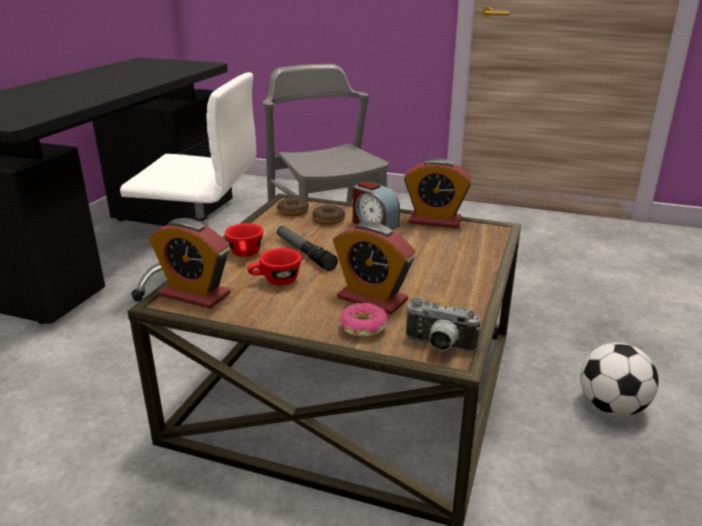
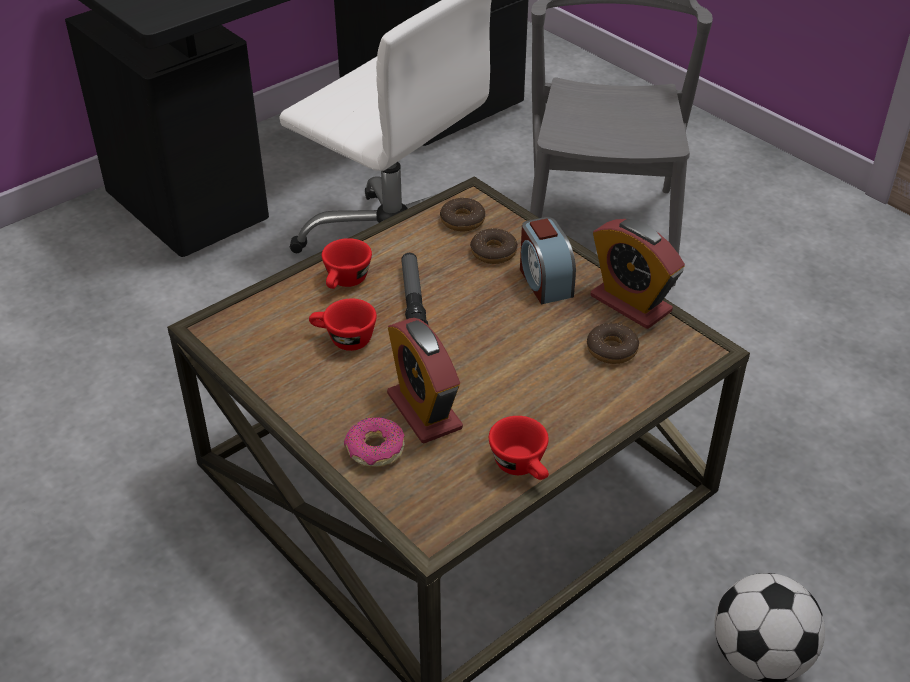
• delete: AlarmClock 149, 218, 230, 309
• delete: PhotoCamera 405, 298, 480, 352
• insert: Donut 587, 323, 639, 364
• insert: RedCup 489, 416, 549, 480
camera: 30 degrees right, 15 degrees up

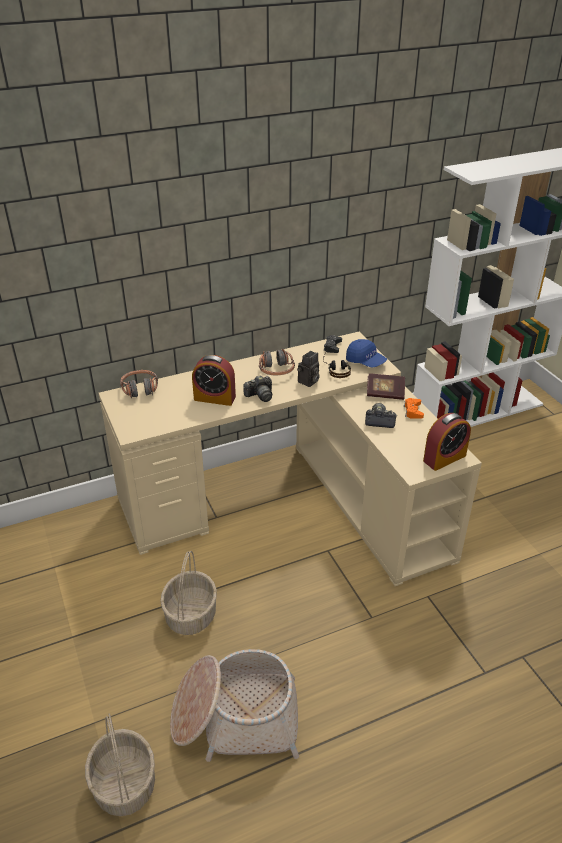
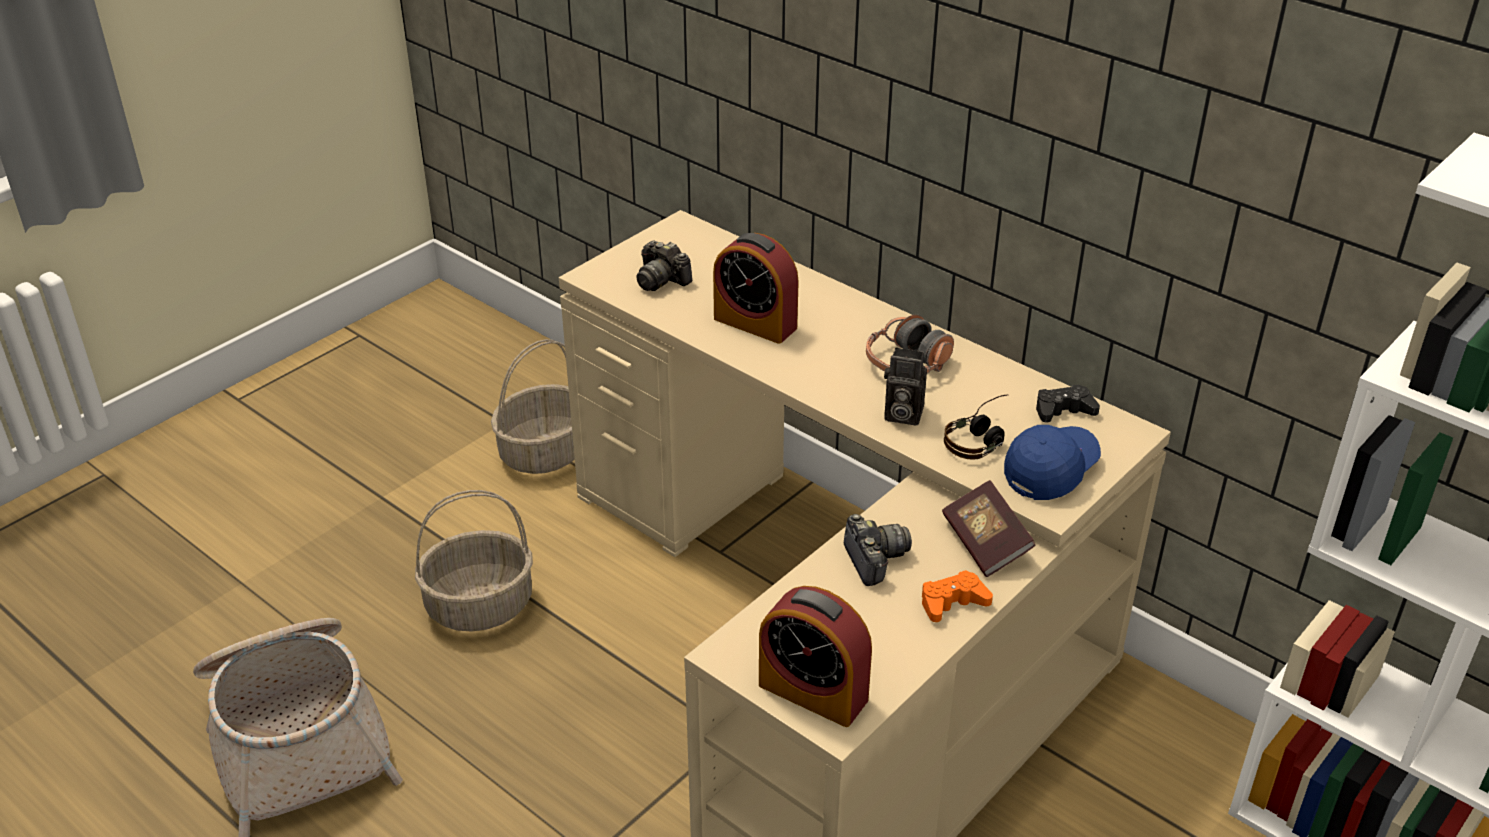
• rotate: BlueCap 346, 339, 387, 368 = 1004, 425, 1101, 500 150 degrees counterclockwise
• rotate: AlarmClock 192, 355, 236, 406 = 713, 233, 799, 344 45 degrees counterclockwise
• delete: Headphones 120, 370, 158, 398
• move: PhotoCamera 243, 375, 272, 402 to 637, 240, 692, 291
• move: Basket 85, 713, 155, 816 to 491, 339, 575, 474
camera: 65 degrees right, 0 degrees up

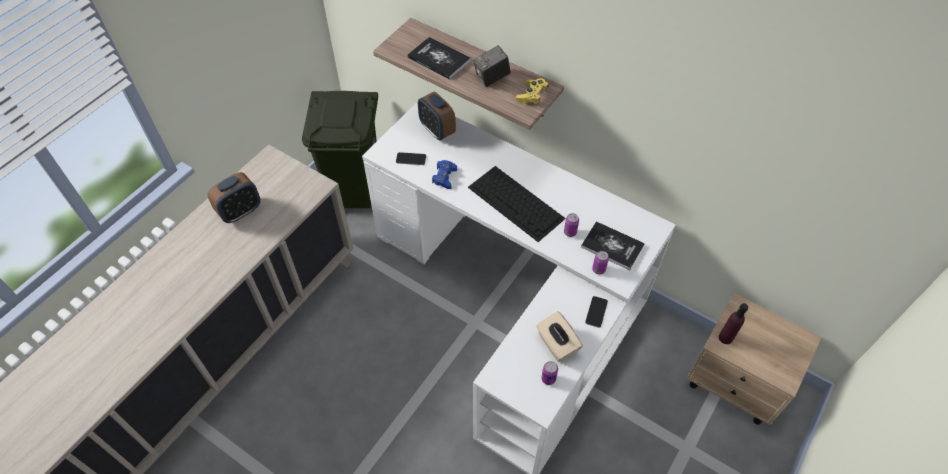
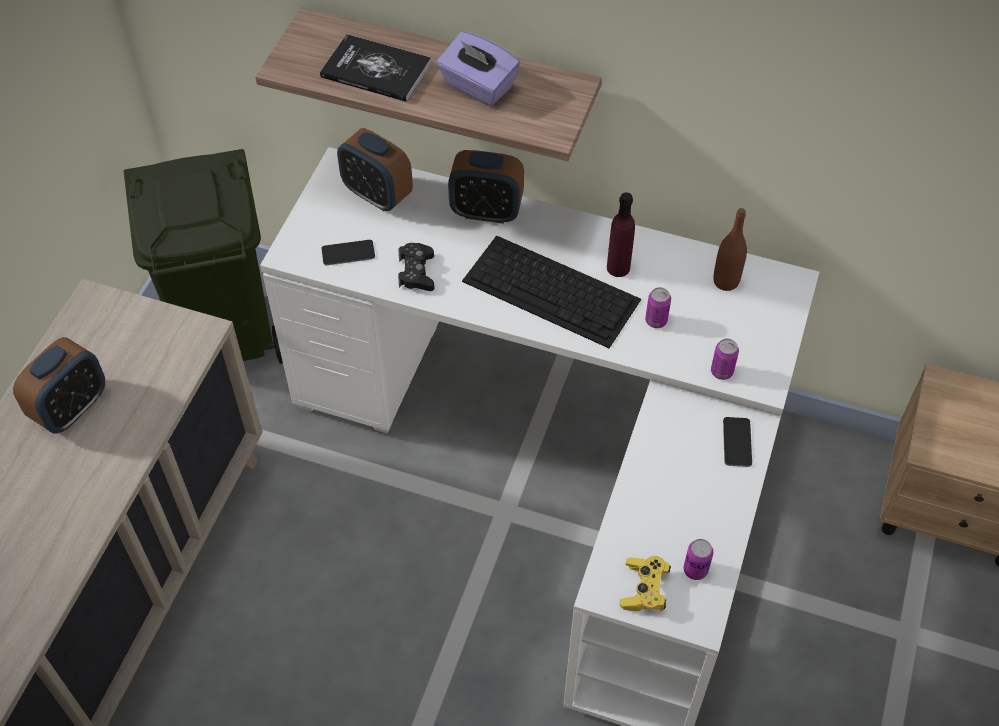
• replace: PhotoCamera 474, 45, 511, 87 to PurpleTissueBox 437, 32, 520, 106
• move: YellowGameController 516, 78, 549, 105 to 620, 556, 671, 611
• recolor: BlueGameController 432, 160, 457, 189 to BlackGameController 398, 243, 434, 291
• delete: Book 581, 221, 645, 270
• move: PurpleBottle 719, 303, 748, 344 to 607, 192, 635, 277
• delete: BeigeTissueBox 536, 311, 583, 362
• insert: AlarmClock 448, 150, 524, 224
• insert: BrownBottle 713, 208, 747, 291
camera: 15 degrees left, 0 degrees up

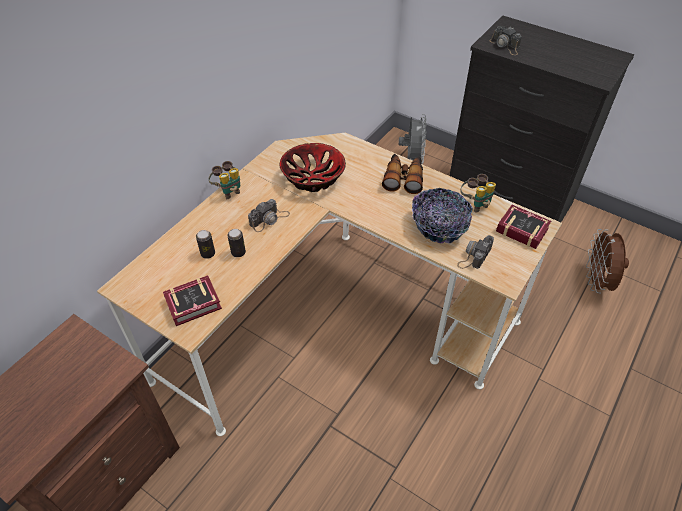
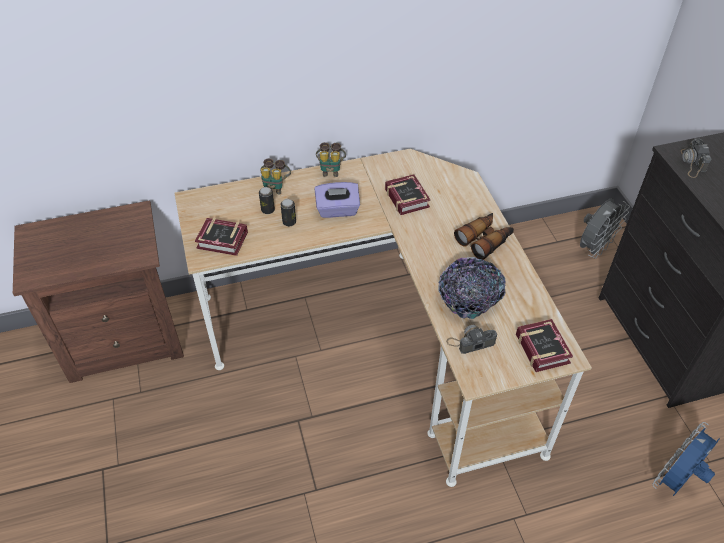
• replace: Bowl 280, 143, 346, 192 to Book 385, 174, 430, 215
• move: Binoculars 461, 174, 496, 213 to 260, 158, 291, 195
• replace: PhotoCamera 248, 199, 290, 232 to PurpleTissueBox 315, 182, 360, 218
• recolor: BrownFan 586, 229, 629, 293 to BlueFan 652, 422, 720, 496
camera: 40 degrees right, 0 degrees up

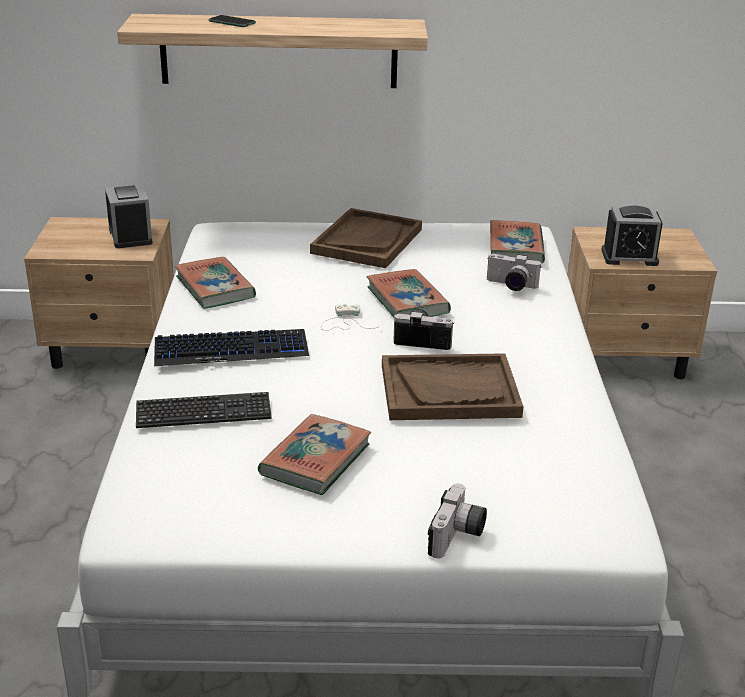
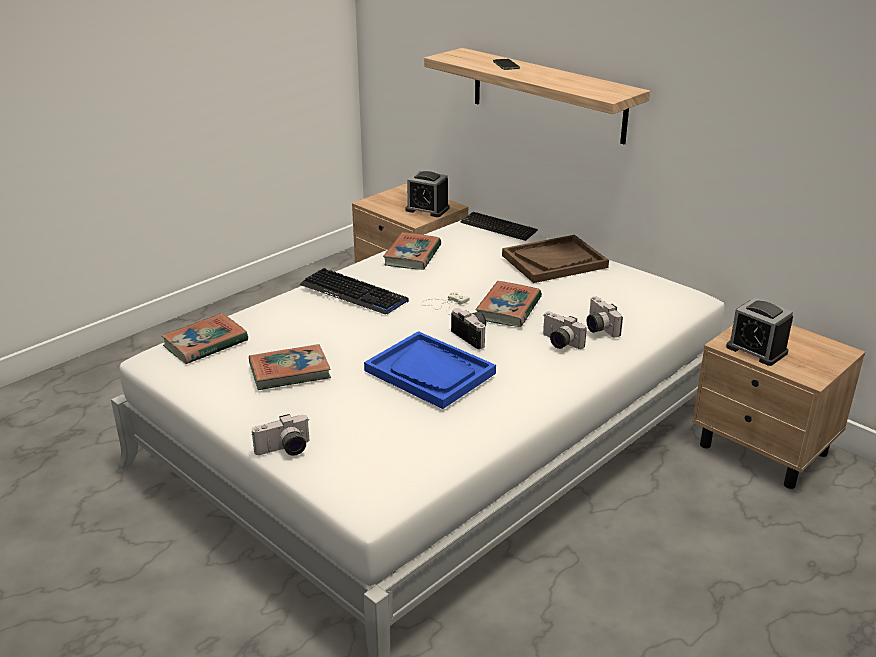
• rotate: AlarmClock 105, 184, 153, 248 = 405, 171, 450, 217 90 degrees clockwise
• move: Book 490, 220, 545, 263 to 161, 313, 248, 364
• recolor: BrownTray 382, 353, 523, 420 to BlueTray 364, 331, 496, 409
• move: Keyboard 136, 392, 272, 428 to 460, 212, 538, 241
• insert: PhotoCamera 543, 312, 587, 349
camera: 45 degrees right, 0 degrees up

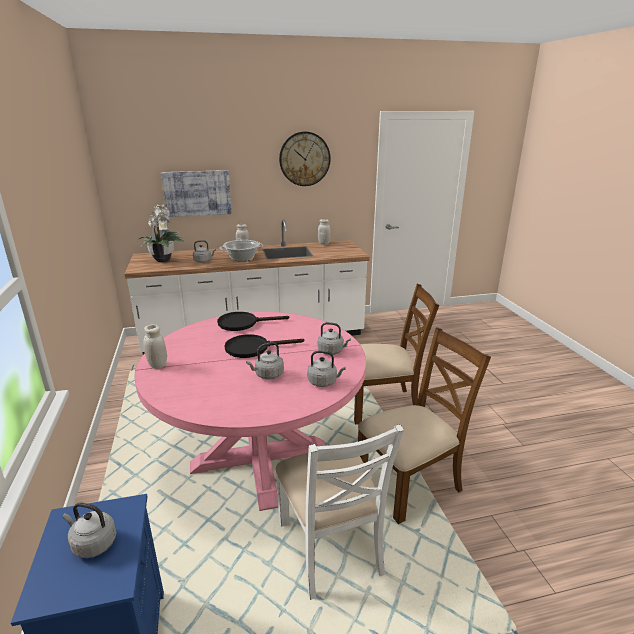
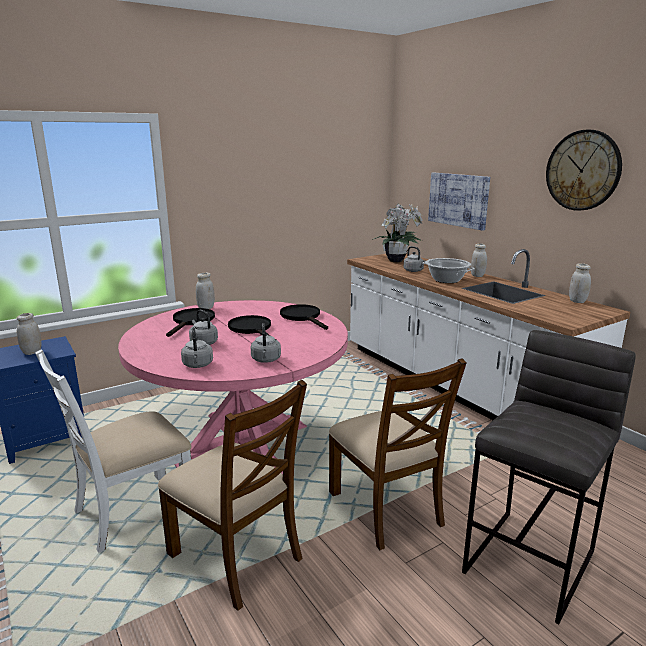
• replace: GreyKettle 63, 502, 116, 558 to WhiteJar 17, 313, 41, 355
• insert: BlackFryingPan 166, 308, 215, 337
• insert: GreyStool 462, 330, 636, 624
camera: 70 degrees right, 5 degrees down

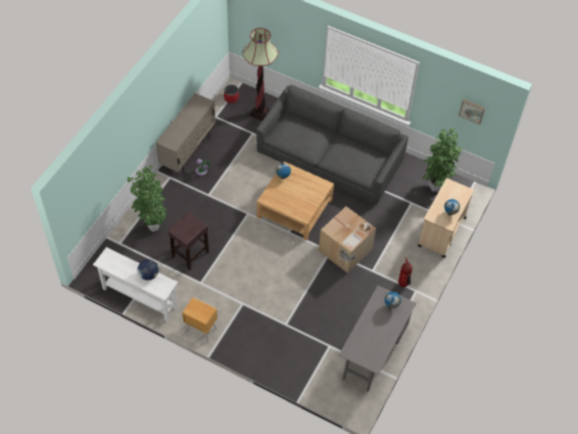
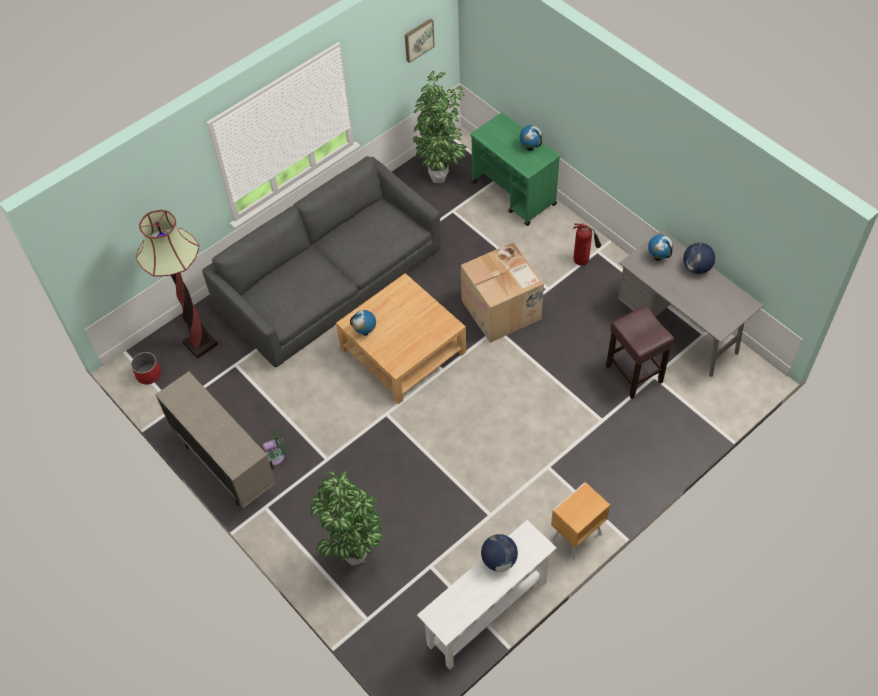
• recolor: BeigeCart 418, 178, 474, 258 to GreenCart 470, 112, 560, 226
• move: BrownStool 168, 212, 209, 271 to 606, 305, 674, 399
• insert: Globe 683, 242, 715, 274
camera: 65 degrees left, 0 degrees up

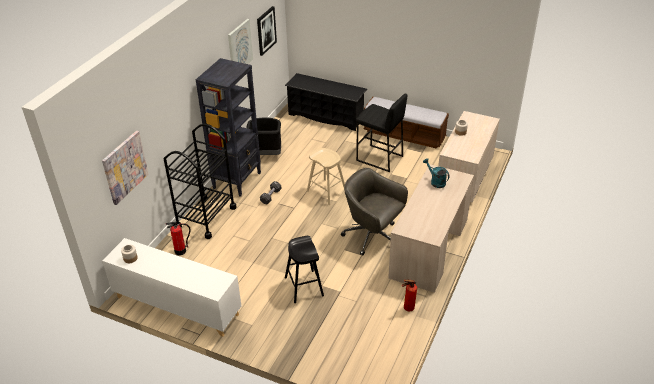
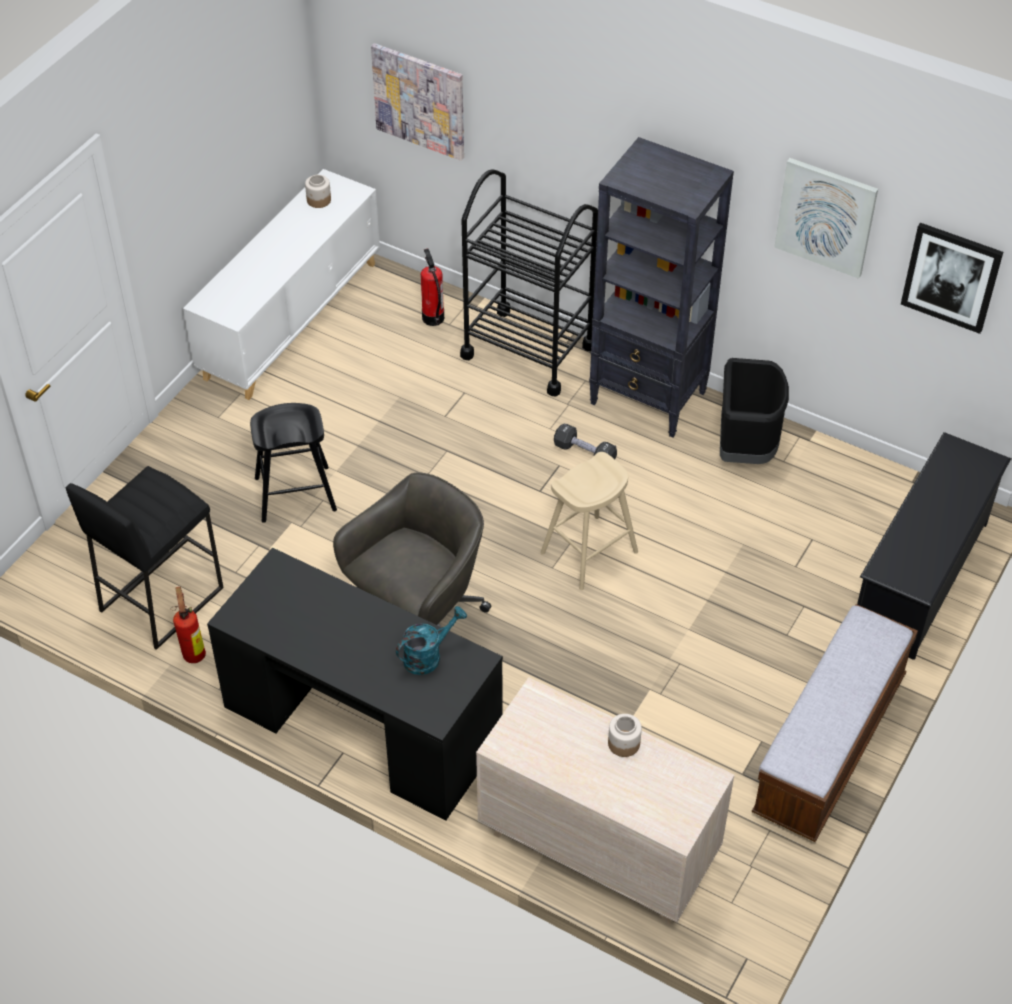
• move: BlackStool 356, 94, 408, 172 to 66, 466, 223, 650
• recolor: BeigeDesk 388, 164, 474, 293 to BlackDesk 207, 547, 503, 821
camera: 95 degrees right, 10 degrees up

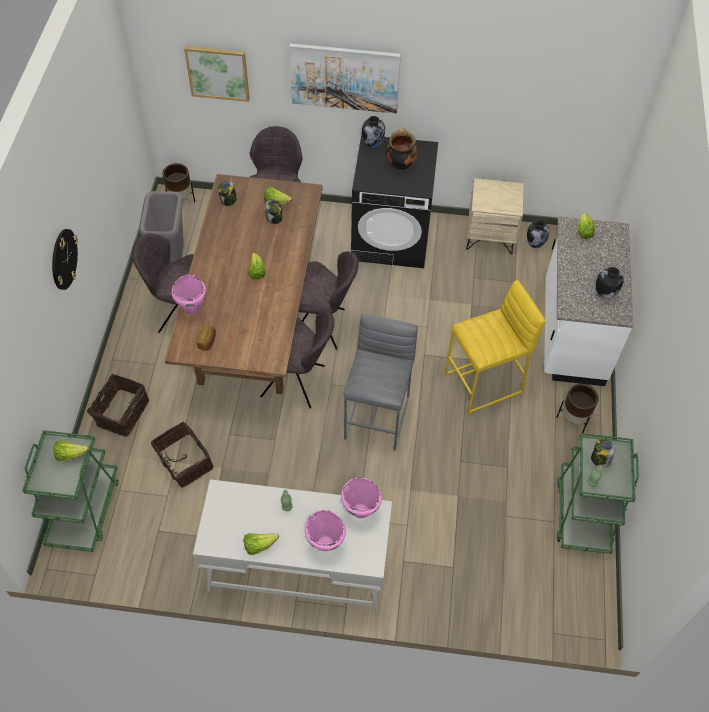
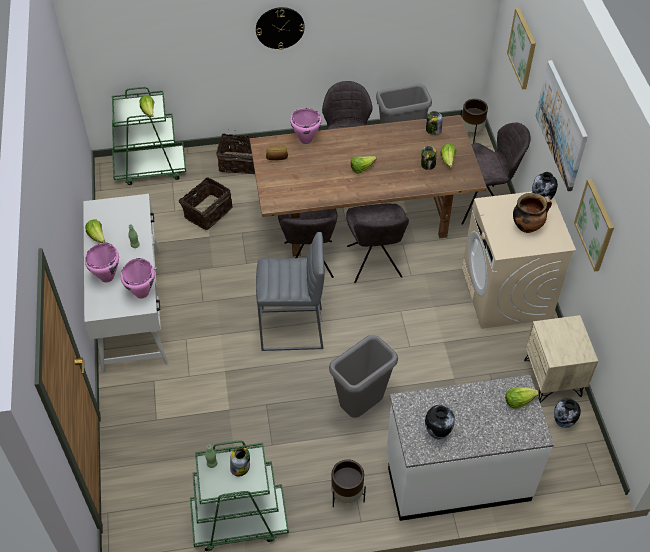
• recolor: BlackWashingMachine 351, 135, 438, 268 to BeigeWashingMachine 462, 192, 576, 329
• replace: YellowStool 445, 280, 545, 414 to GreyTrashCan 329, 335, 398, 418
• insert: Picture 574, 179, 614, 272
camera: 75 degrees right, 5 degrees down

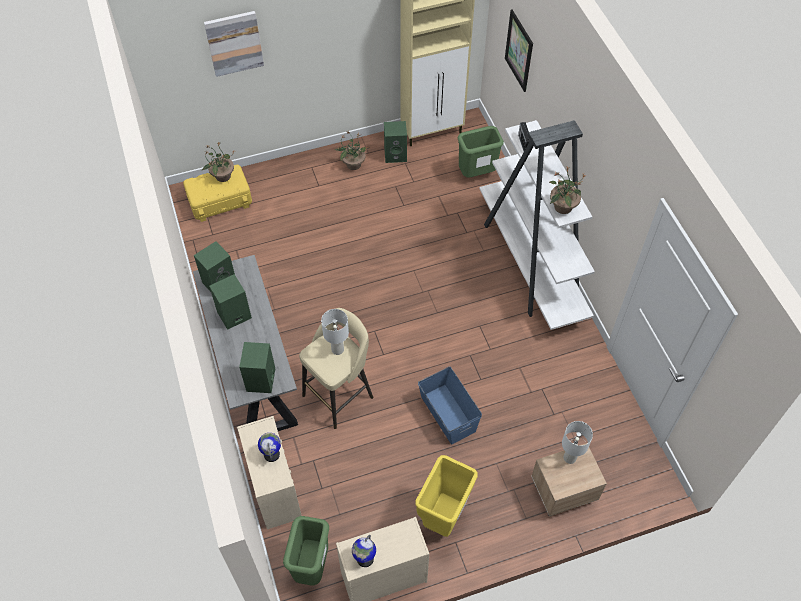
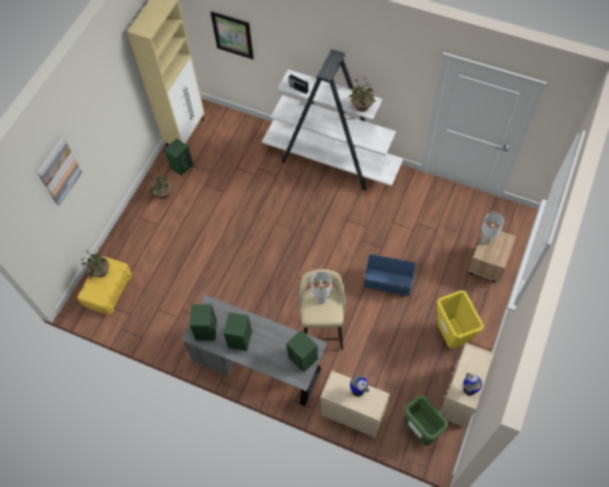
• delete: GreenTrashCan 458, 126, 504, 178
camera: 45 degrees left, 5 degrees up

